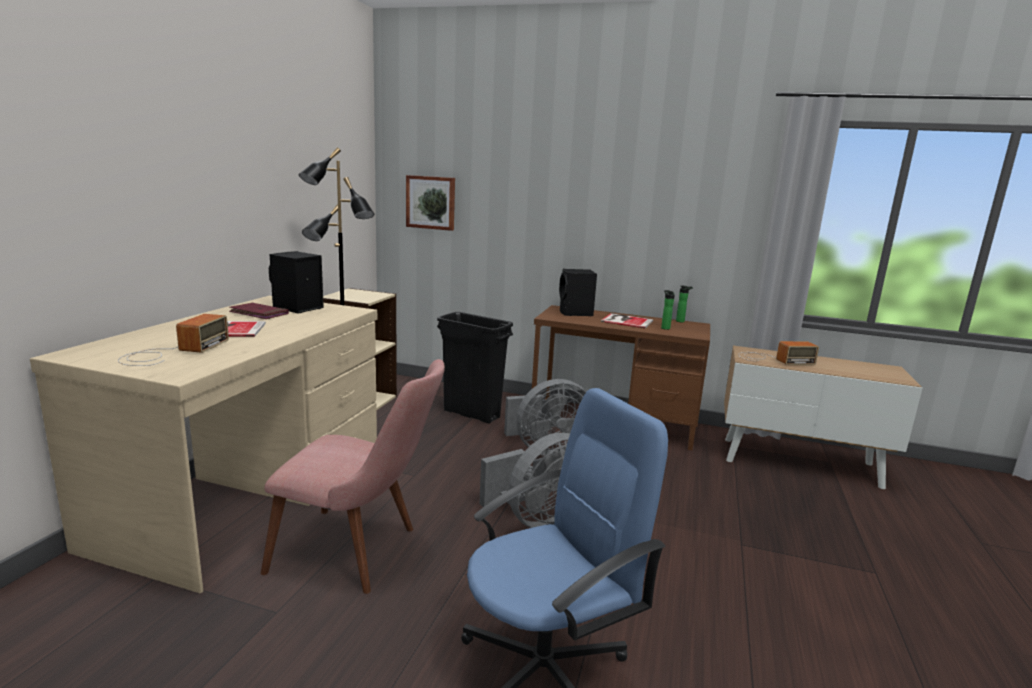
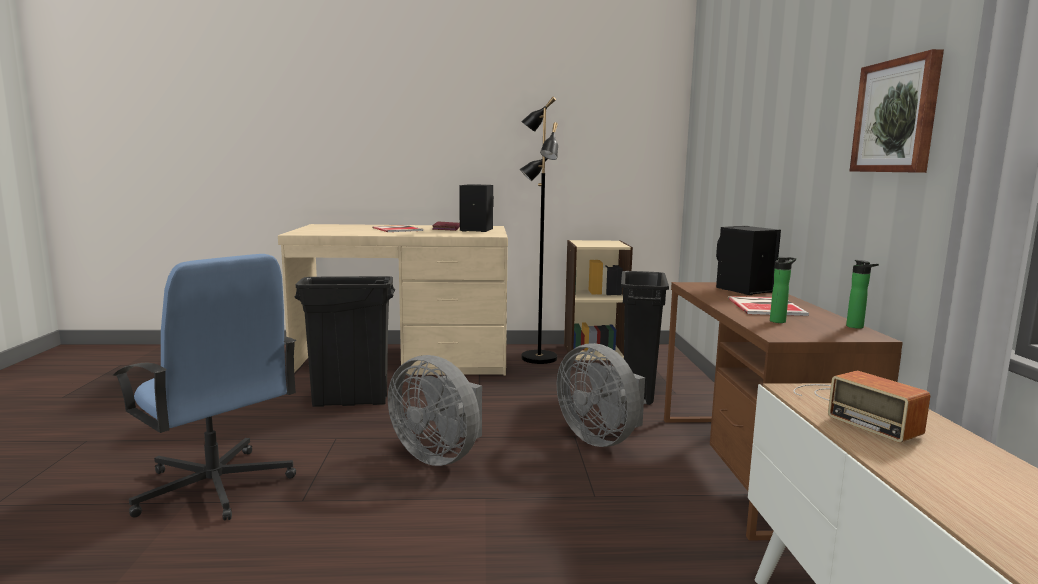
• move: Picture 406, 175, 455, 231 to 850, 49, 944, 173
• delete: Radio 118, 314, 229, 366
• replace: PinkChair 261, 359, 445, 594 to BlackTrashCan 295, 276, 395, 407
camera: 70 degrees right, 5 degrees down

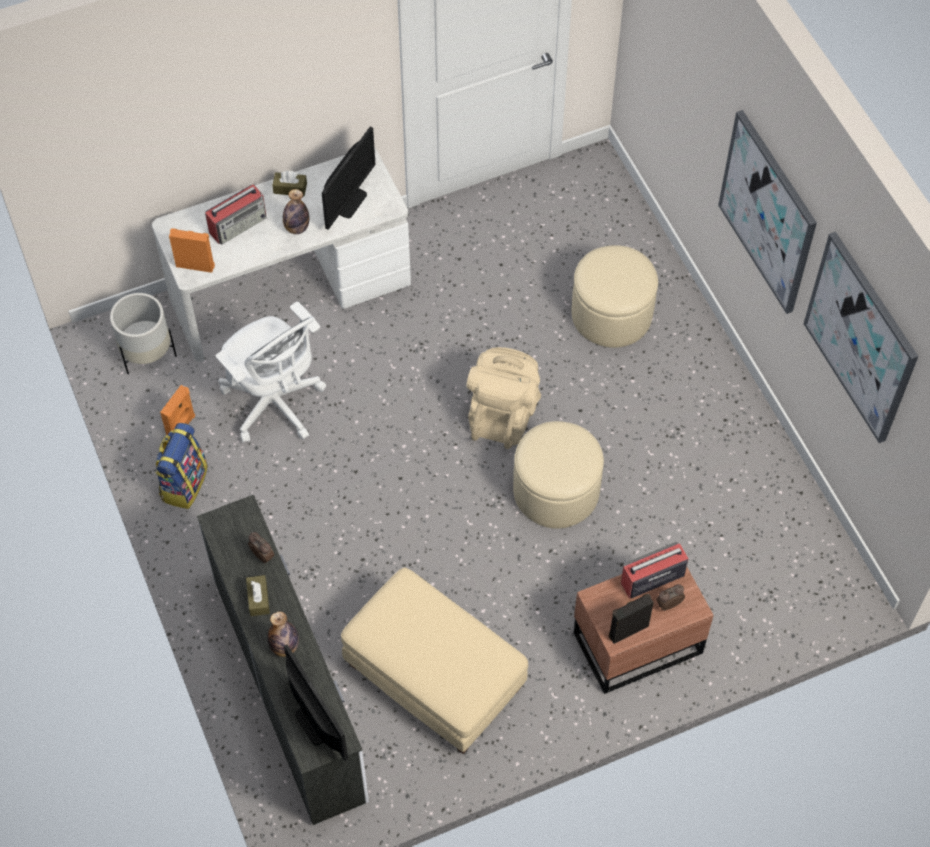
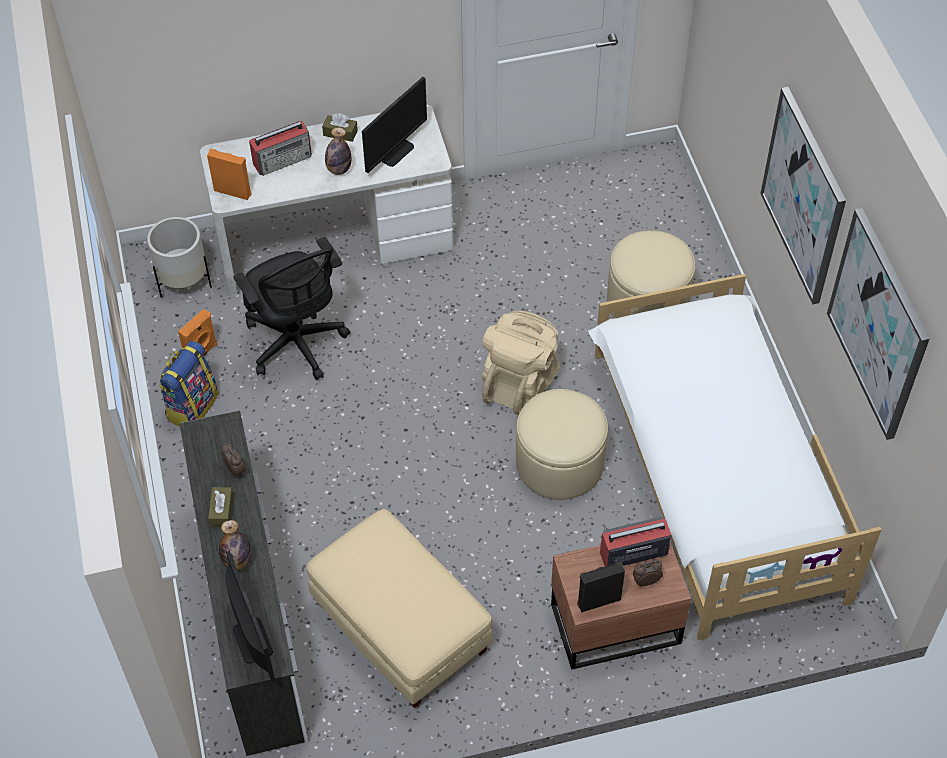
• recolor: WhiteOfficeChair 215, 301, 326, 443 to BlackOfficeChair 234, 237, 350, 380
• insert: WhiteBed 588, 274, 881, 640
camera: 10 degrees right, 5 degrees down

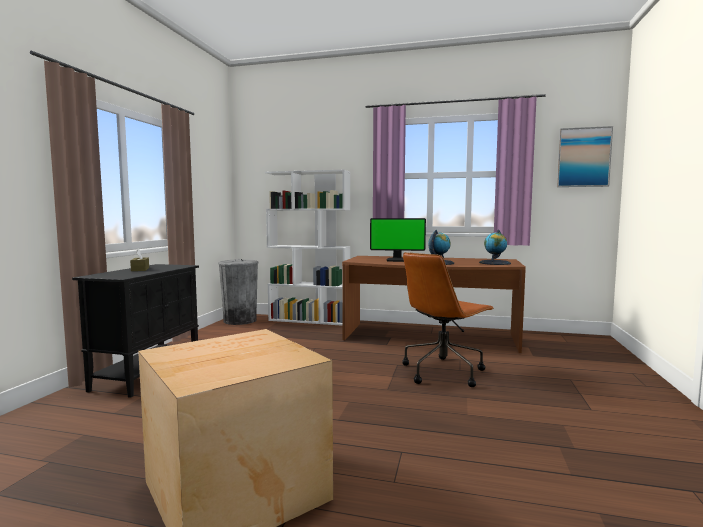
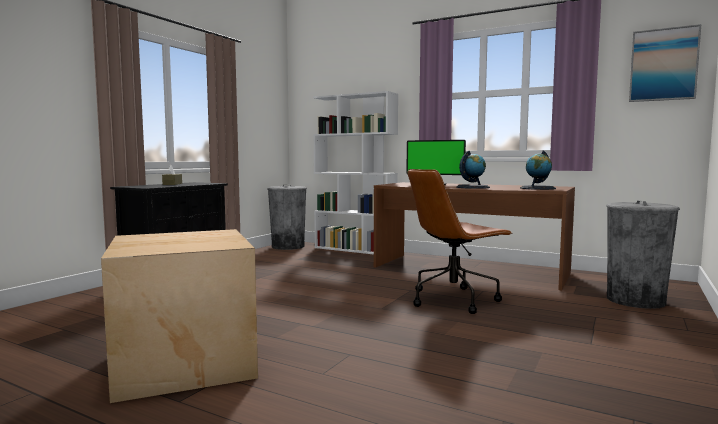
• insert: GreyTrashCan 606, 201, 680, 309
camera: 15 degrees right, 0 degrees up

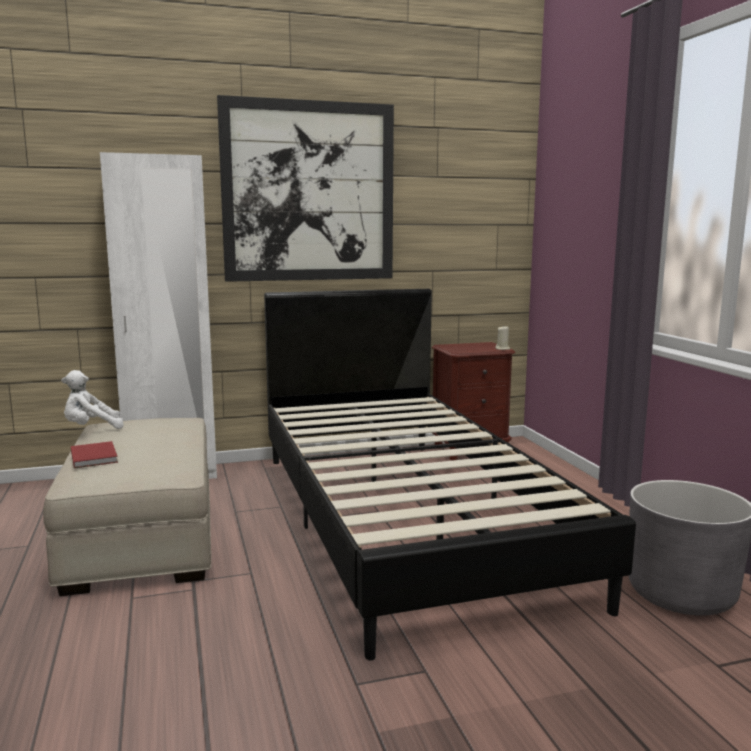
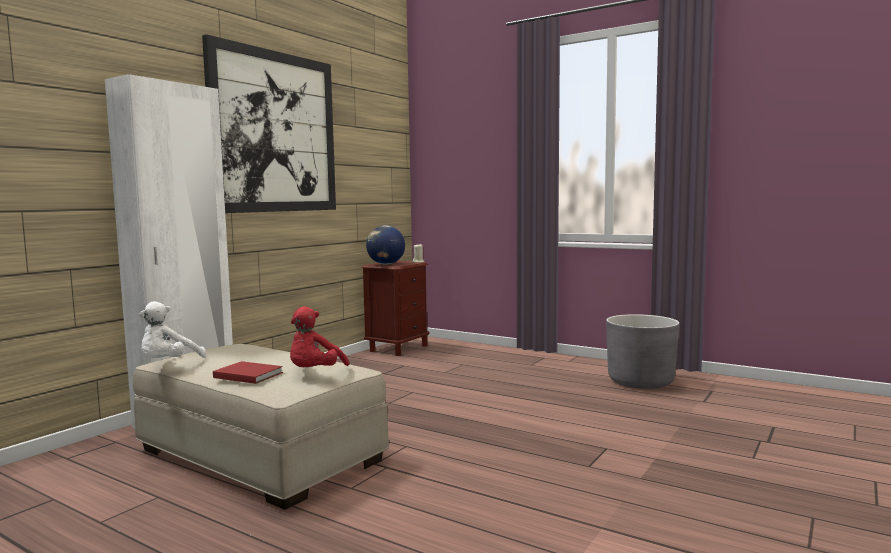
• delete: BlackBed 264, 289, 636, 661
• insert: Globe 366, 226, 405, 265
• insert: RedPlushToy 290, 307, 349, 367
camera: 40 degrees left, 5 degrees down

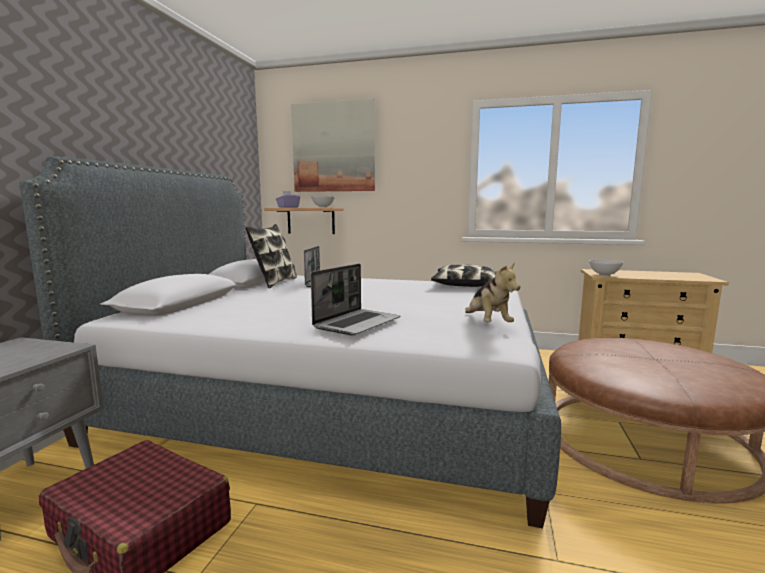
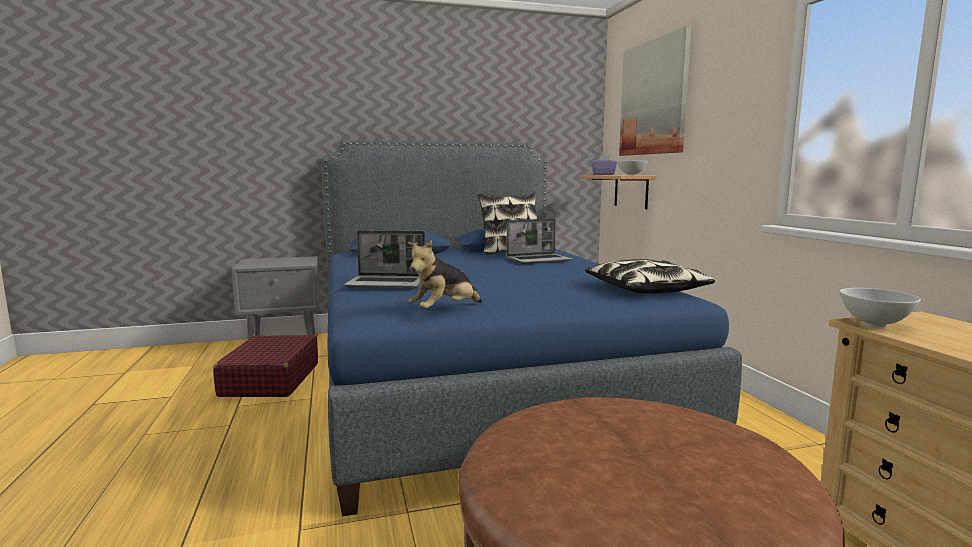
• recolor: GreyBed 20, 157, 561, 528 to BlueBed 321, 140, 742, 517
camera: 60 degrees right, 0 degrees up

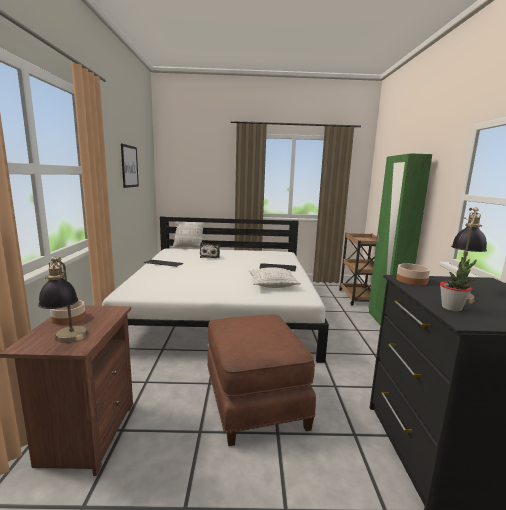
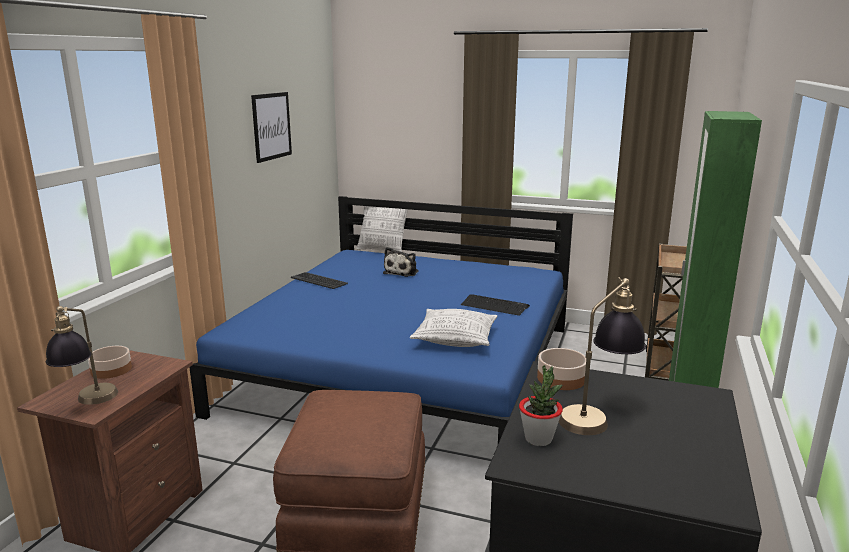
• recolor: WhiteBed 102, 216, 329, 363 to BlueBed 189, 196, 573, 443
camera: 20 degrees right, 5 degrees up

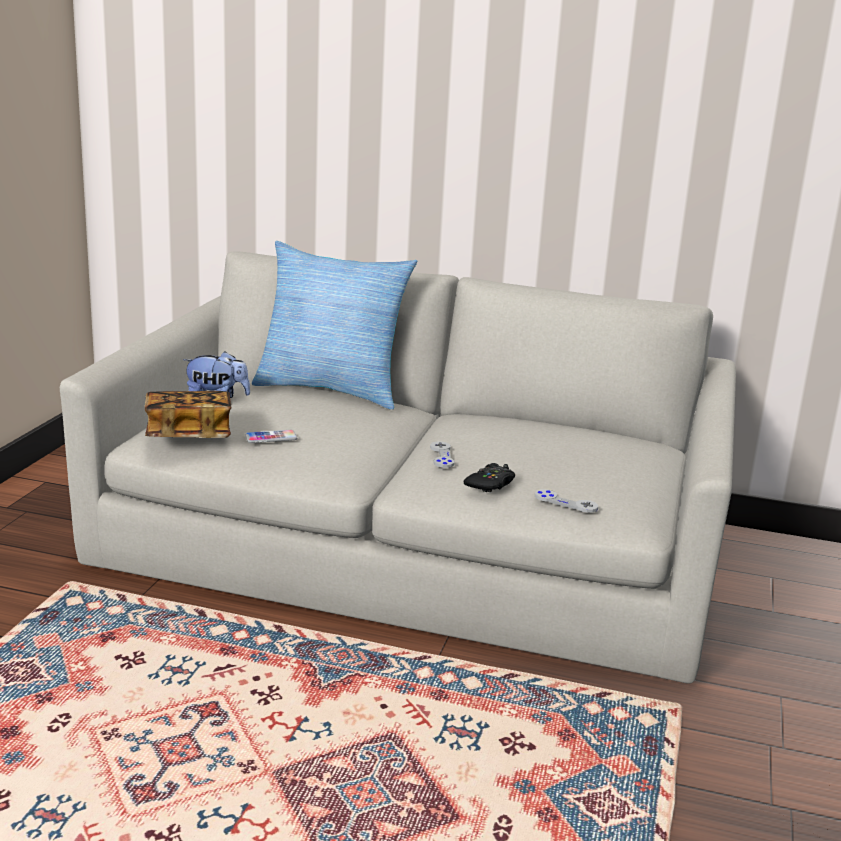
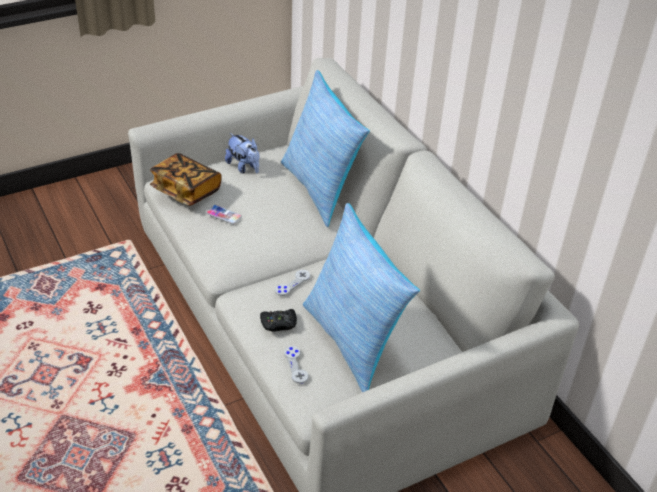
• insert: Pillow 303, 203, 420, 392
camera: 45 degrees right, 20 degrees up

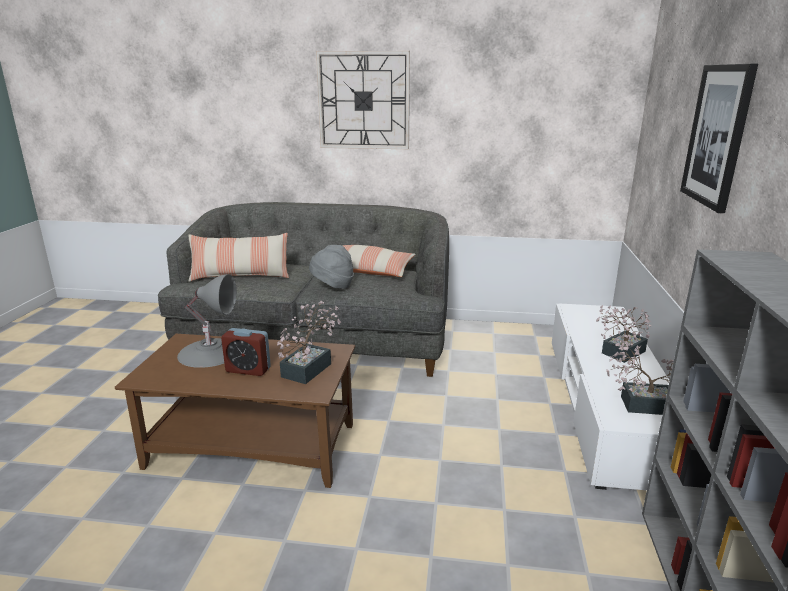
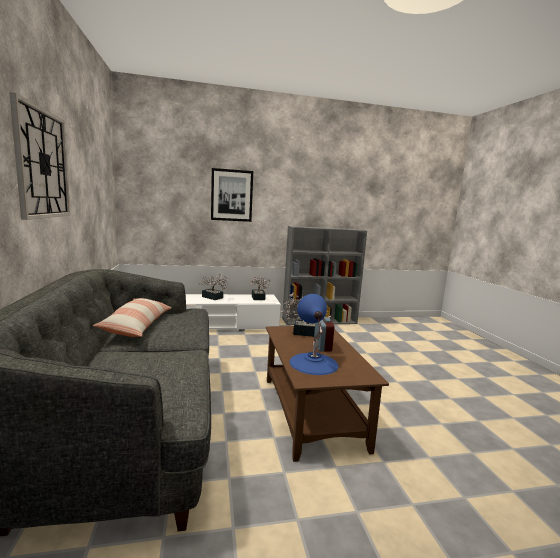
• delete: Pillow 188, 233, 289, 282
• delete: GreyHat 309, 245, 354, 289
• recolor: GreyTableLamp 177, 274, 237, 368 to BlueTableLamp 289, 294, 338, 375
camera: 110 degrees left, 10 degrees down

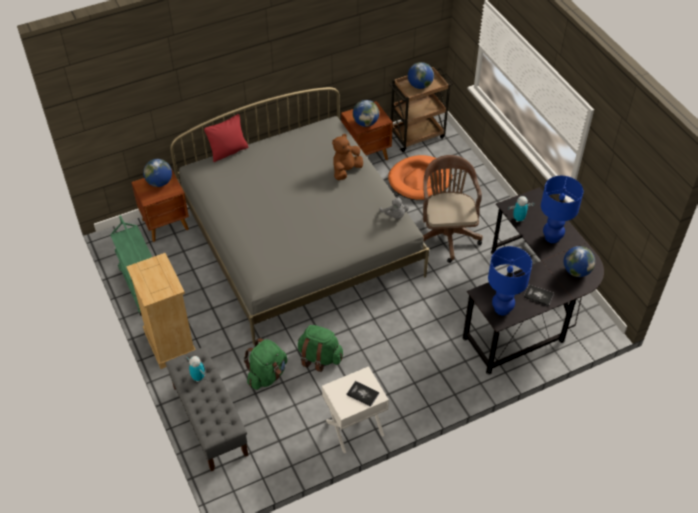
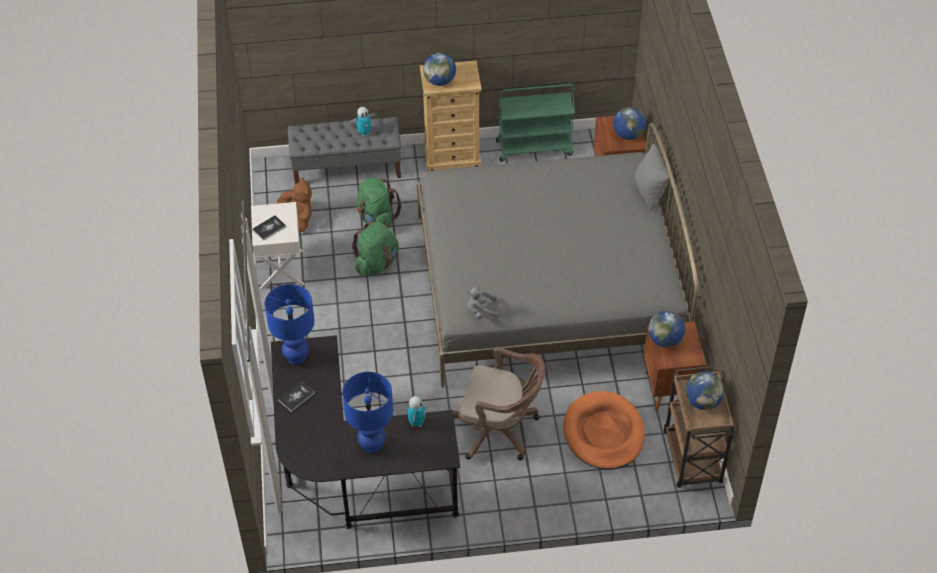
• recolor: RedPillow 204, 114, 248, 162 to GreyPillow 635, 144, 670, 210
• move: BrownPlushToy 332, 134, 363, 180 to 277, 177, 312, 232
• move: Globe 563, 246, 595, 277 to 423, 53, 456, 86
camera: 110 degrees right, 0 degrees up

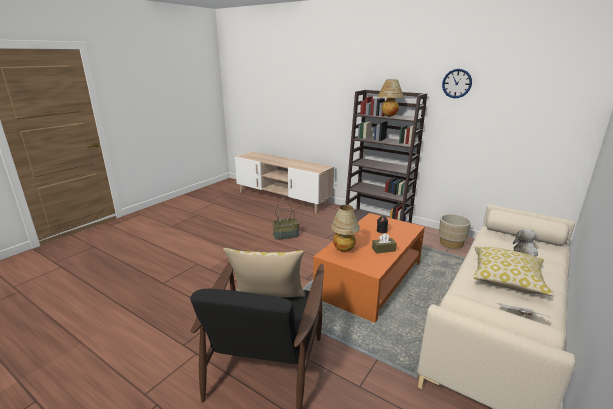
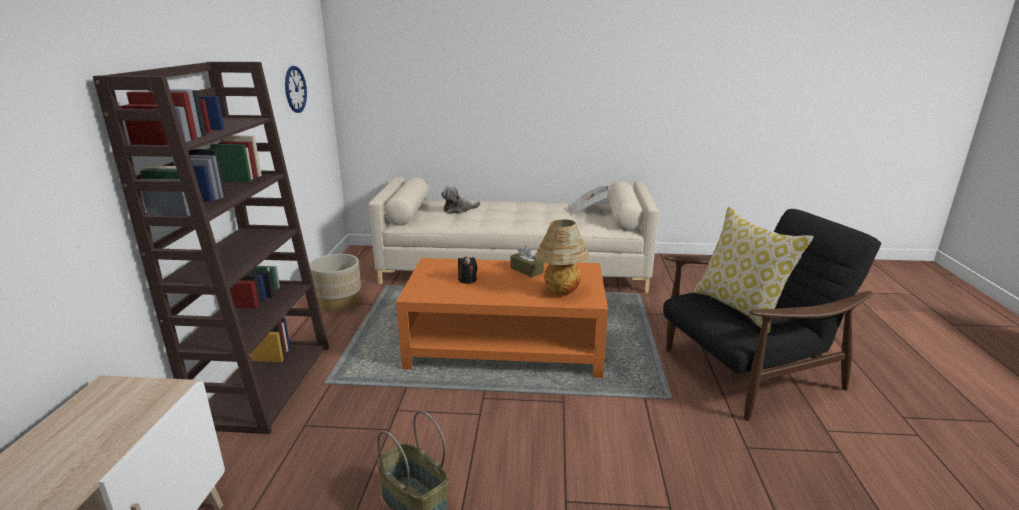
• move: WallClock 442, 69, 472, 98 to 285, 66, 307, 113
• delete: TableLamp 377, 80, 404, 117
• delete: Pillow 473, 246, 555, 296
camera: 120 degrees left, 0 degrees up

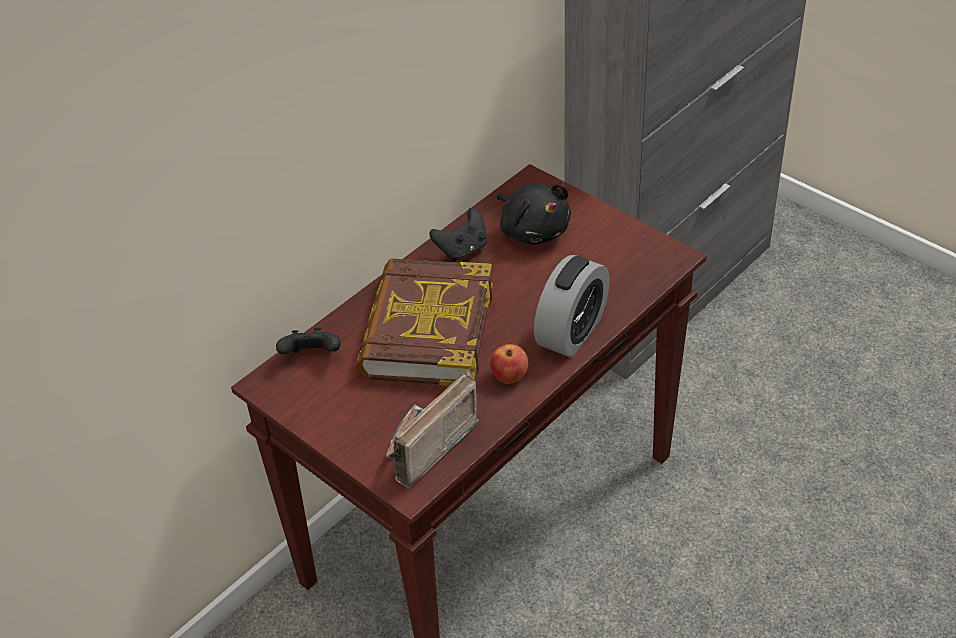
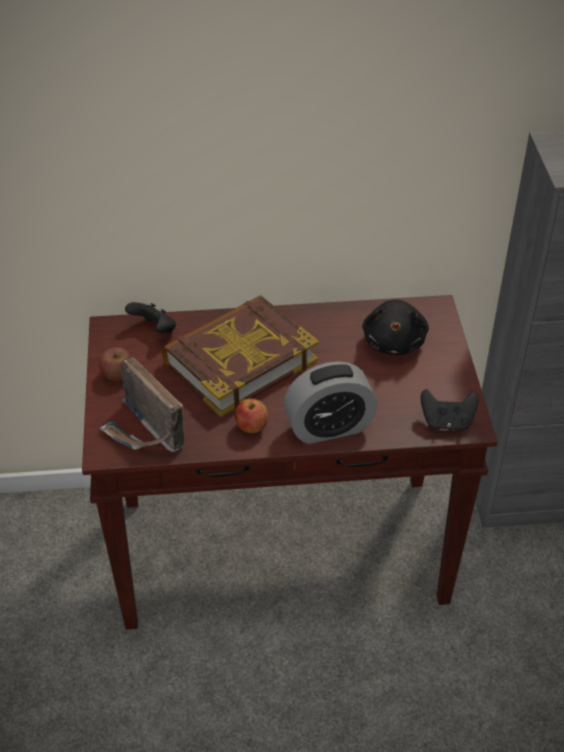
• move: BlackGameController 429, 208, 487, 262 to 421, 389, 478, 431
• rotate: Radio 386, 374, 479, 488 = 100, 357, 185, 452 120 degrees counterclockwise
• insert: Apple 99, 347, 132, 381
camera: 40 degrees right, 0 degrees up

